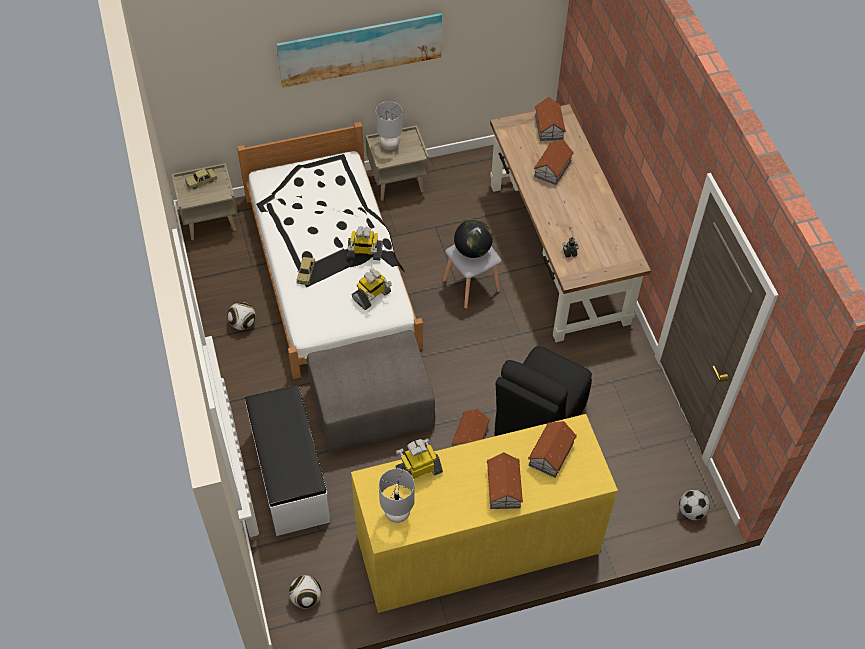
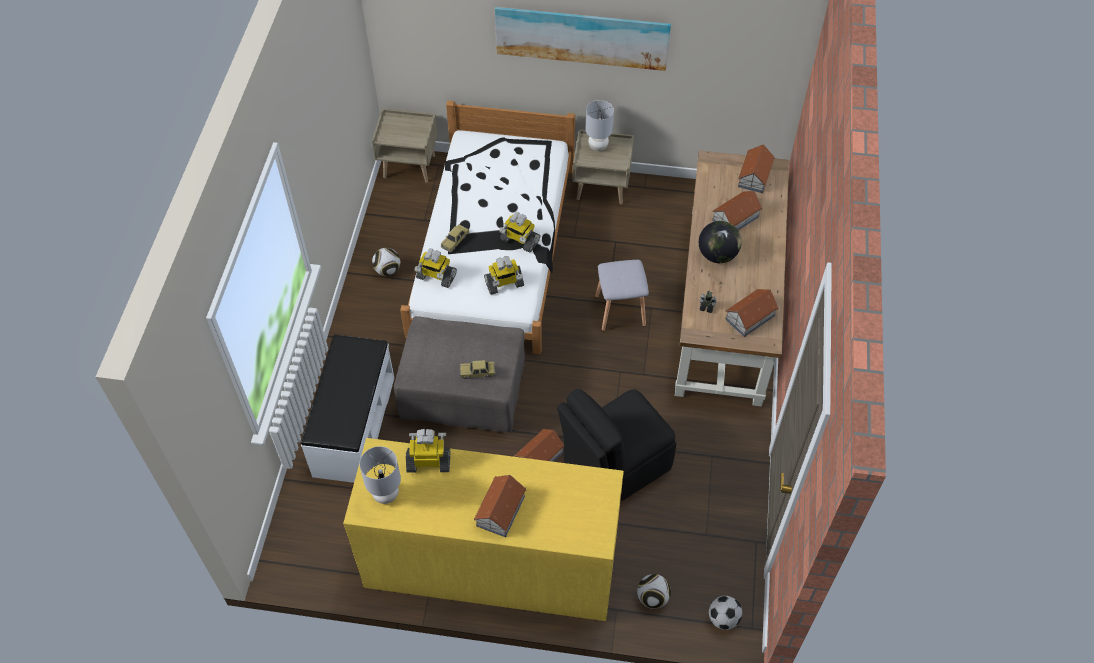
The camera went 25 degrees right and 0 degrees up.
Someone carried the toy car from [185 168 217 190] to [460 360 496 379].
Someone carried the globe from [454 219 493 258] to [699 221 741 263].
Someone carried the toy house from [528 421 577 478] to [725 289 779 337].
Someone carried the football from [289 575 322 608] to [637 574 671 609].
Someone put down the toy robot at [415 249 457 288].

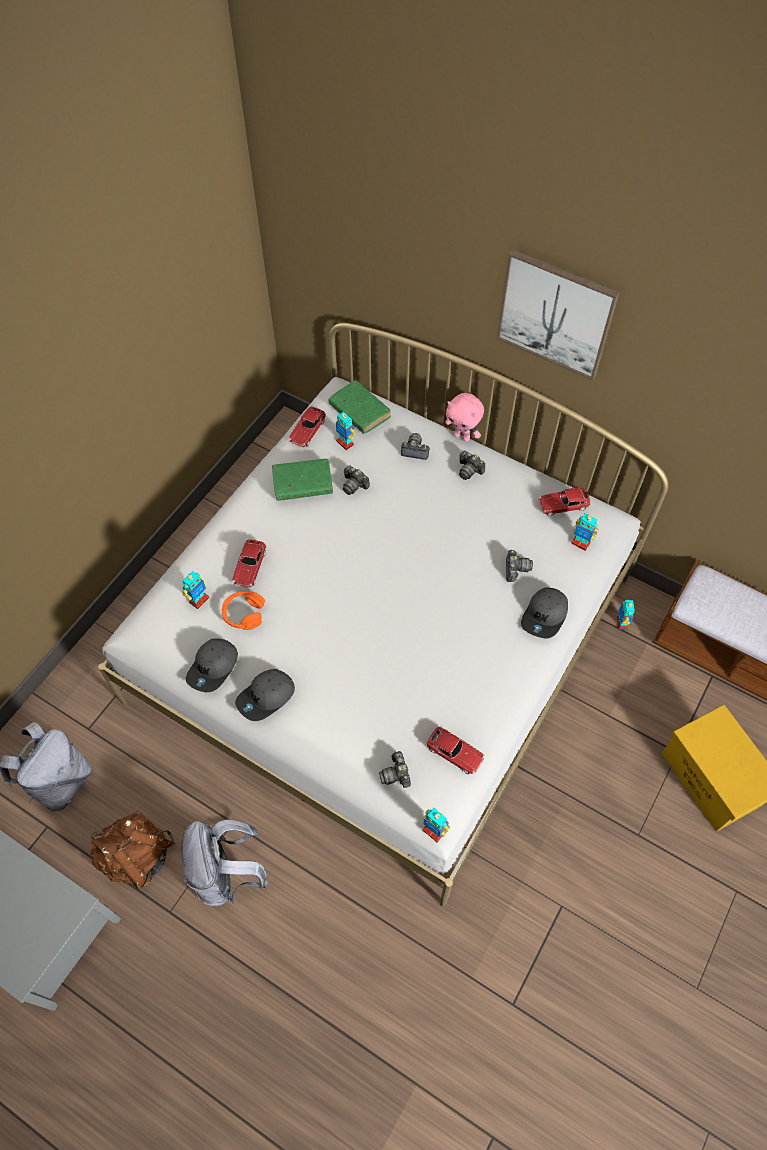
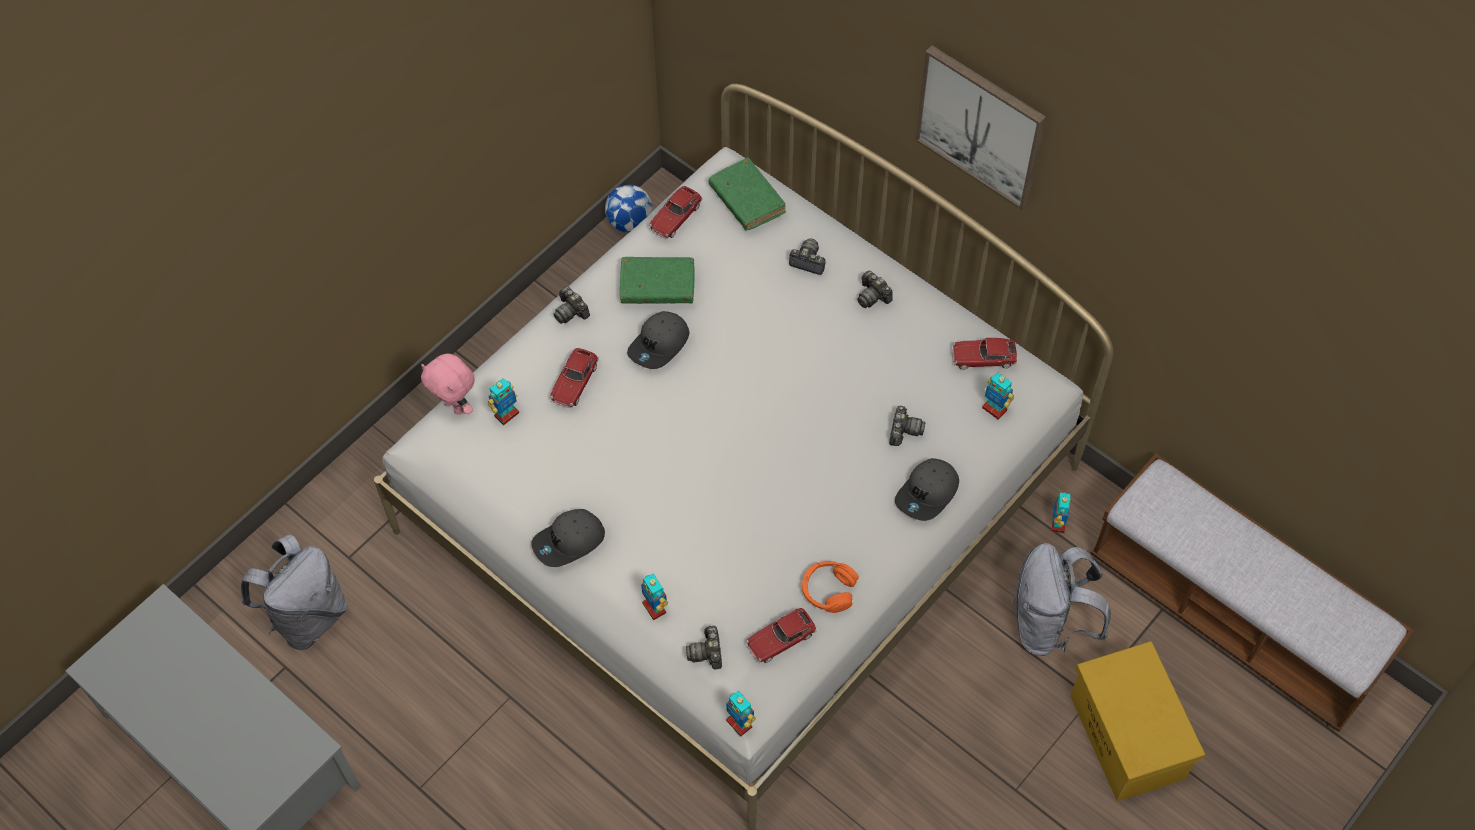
The camera went 10 degrees right and 0 degrees up.
Someone carried the pink plush toy from [445 393 484 442] to [421 354 475 415].
Someone carried the toy robot from [336 412 356 450] to [641 573 668 620].
Someone carried the photo camera from [343 465 370 495] to [554 286 590 324].
Someone carried the orange headphones from [222 591 265 630] to [802 561 859 613].
Someone carried the grey cap from [186 638 238 692] to [627 311 690 369].
Someone rotated the toy car at [425 727 485 775] by 105 degrees clockwise.
Someone took away the brown backpack at [90 812 175 891].
Someone carried the grey backpack from [181 820 268 906] to [1012 543 1111 656].
Someone put down the football at [605 185 653 233].

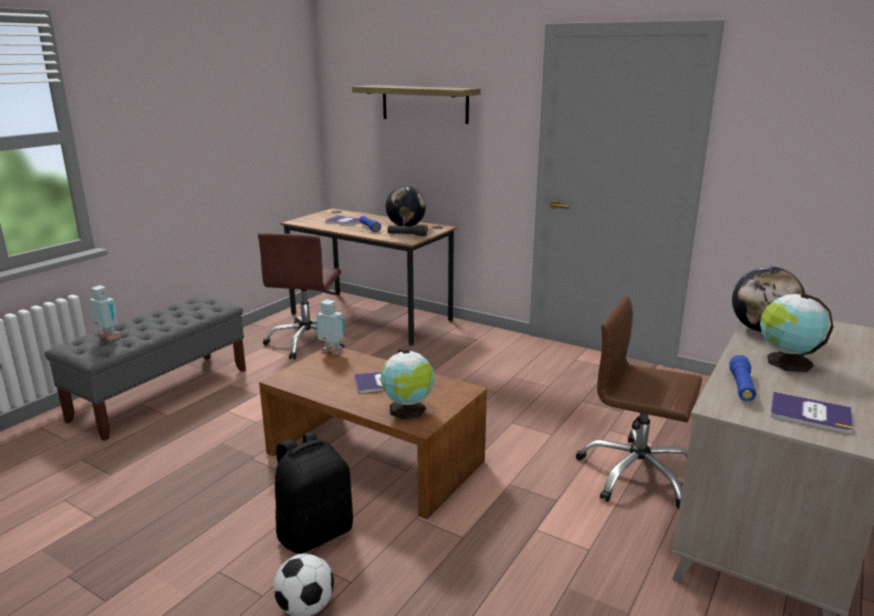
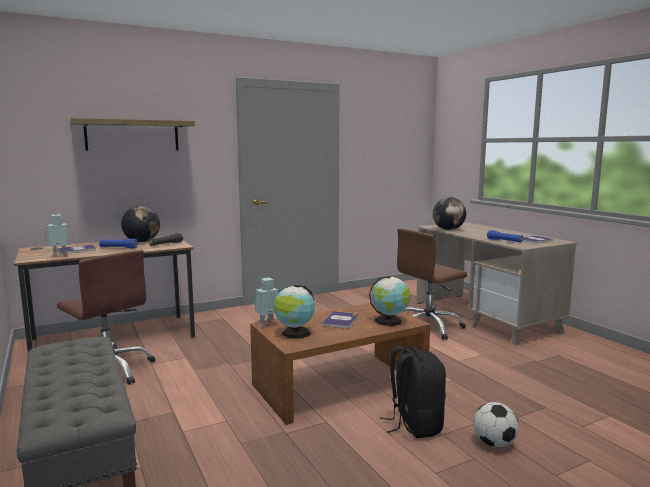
The camera went 60 degrees left and 10 degrees down.
Someone carried the toy robot from [89 285 121 340] to [45 214 72 257].
Someone carried the globe from [760 293 834 372] to [274 285 315 338].

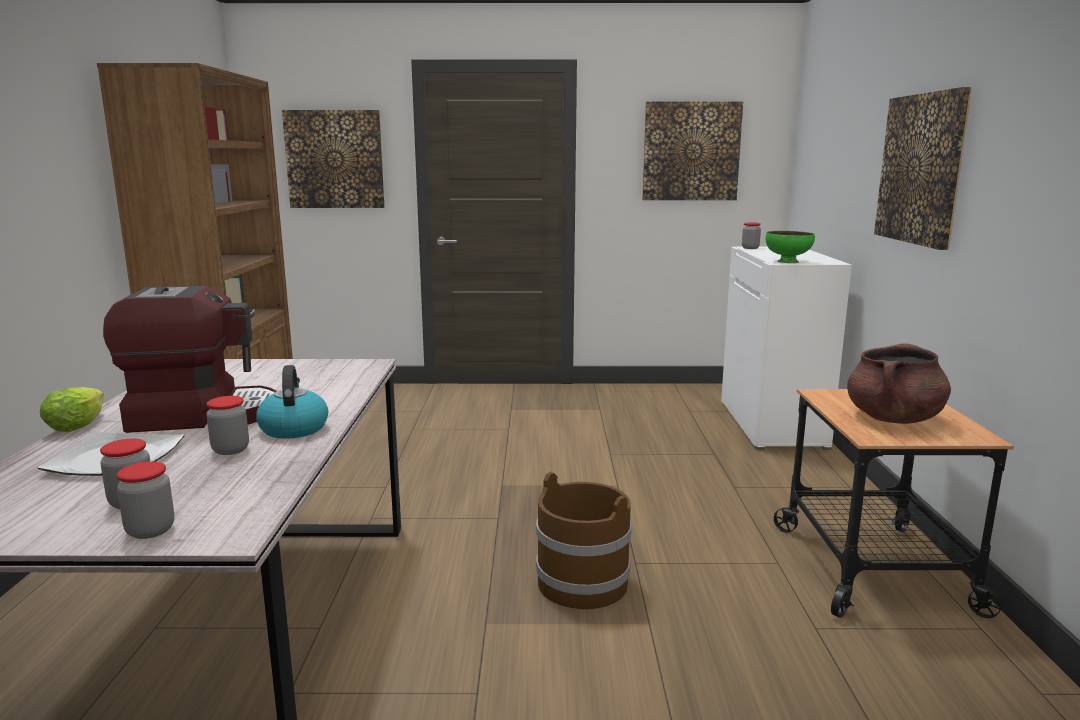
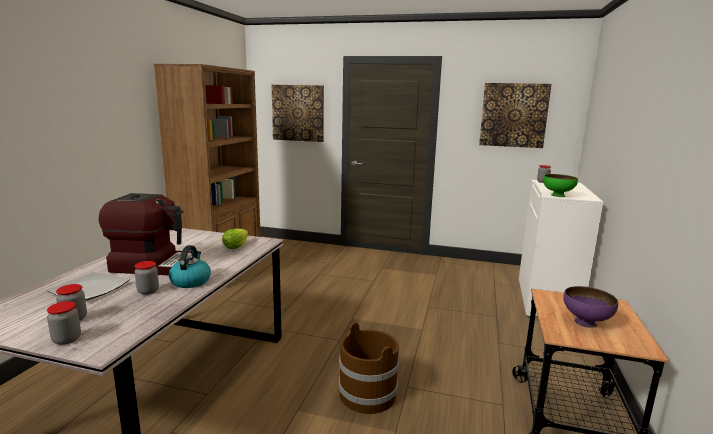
The camera went 15 degrees right and 0 degrees up.
Someone took away the picture at [874 87 972 250].
Someone swapped the brown cooking pot at [847 343 951 424] for the purple bowl at [563 286 618 328].
Someone carried the lettuce from [40 387 104 432] to [222 229 248 249].

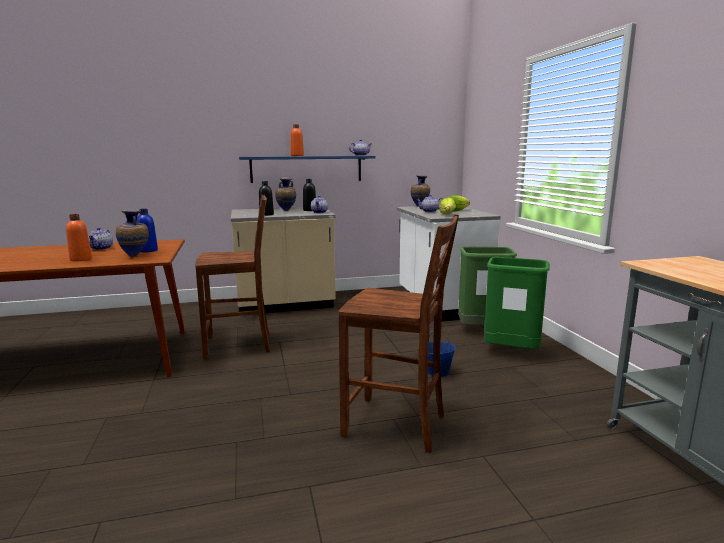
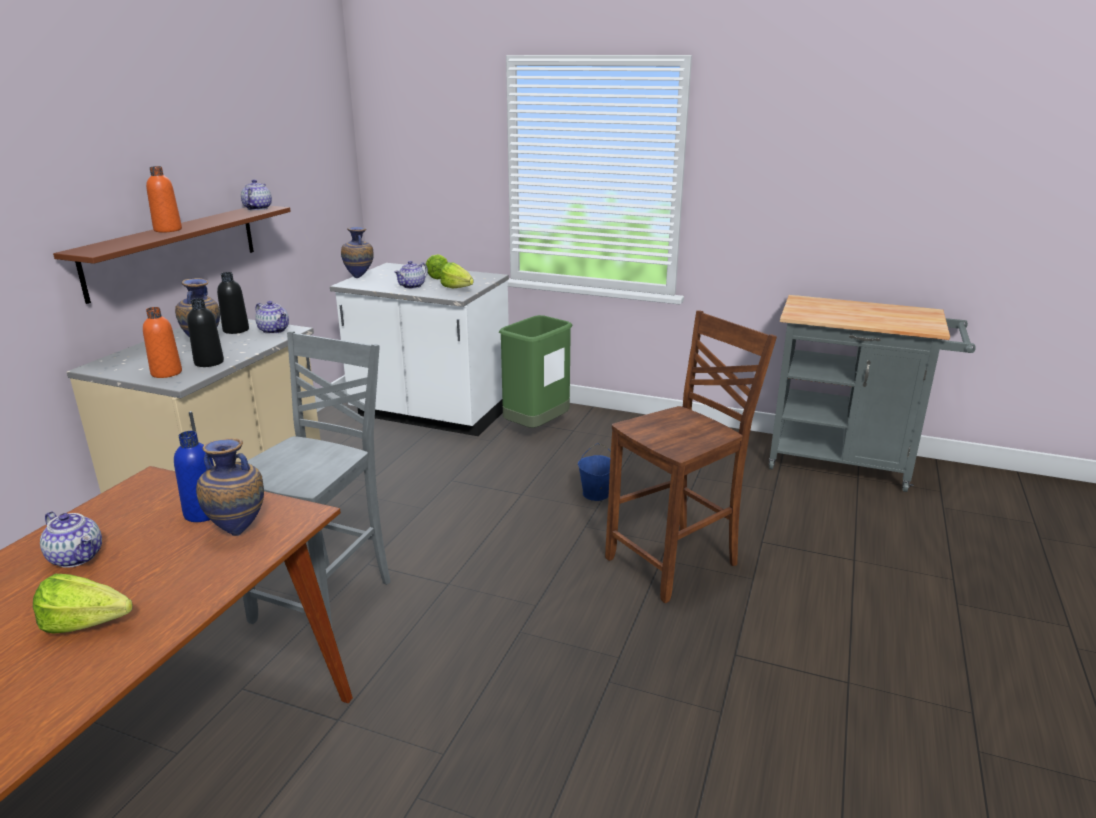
The camera went 55 degrees left and 10 degrees up.
Someone repainted the blue shelf at [239 156 375 183], which became the brown shelf at [53 206 291 304].
Someone repainted the brown chair at [195 194 270 359], which became the grey chair at [243 331 391 631].
Someone carried the orange bottle from [66 214 92 262] to [143 307 182 378].
Someone took away the green trash can at [484 257 550 349].
Someone put down the lettuce at [33 574 133 634].

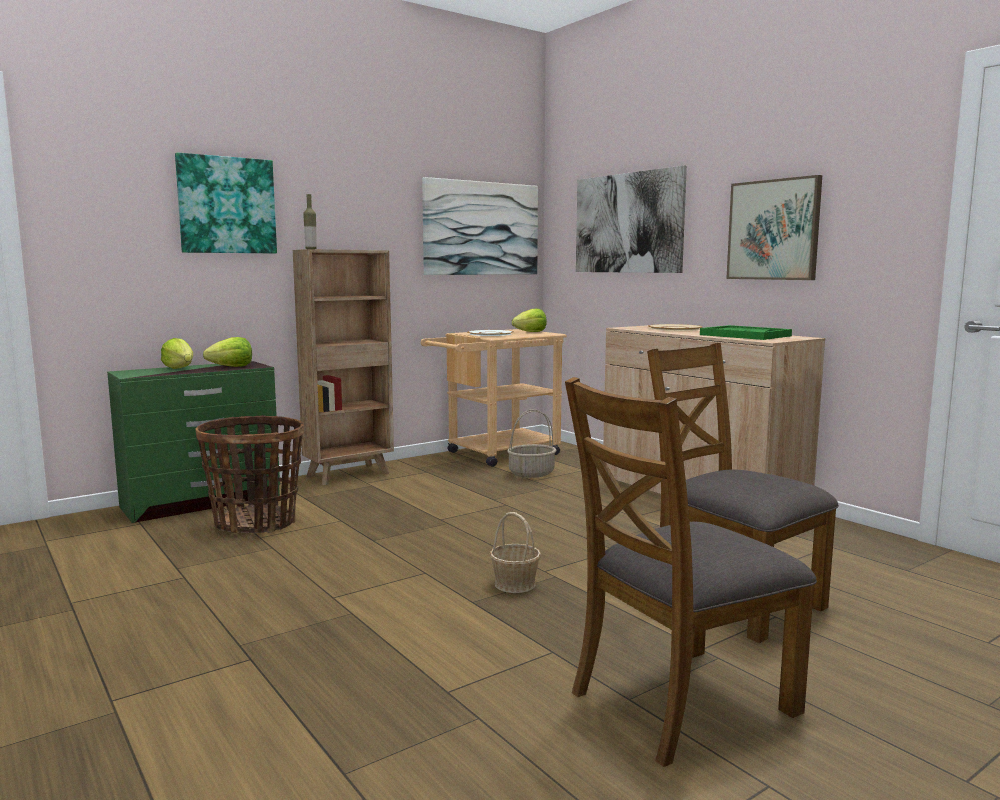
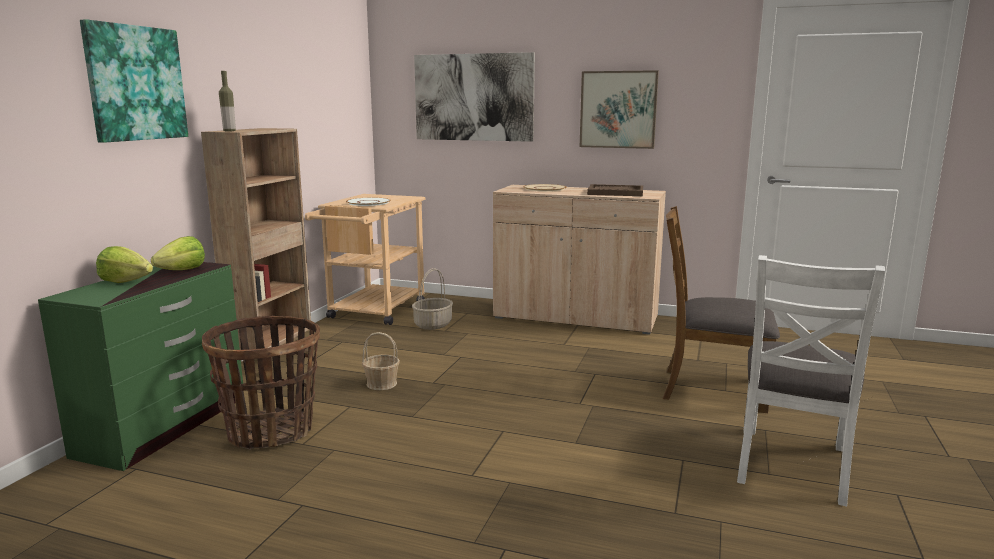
The camera went 35 degrees left and 5 degrees up.
Someone took away the picture at [422 177 538 275].
Someone took away the lettuce at [512 309 547 332].
Someone repainted the green tray at [700 325 792 340], which became the brown tray at [587 184 643 196].
Someone repainted the brown chair at [565 377 817 767], which became the white chair at [737 255 885 507].
Someone carried the basket from [490 512 541 593] to [362 332 400 390].

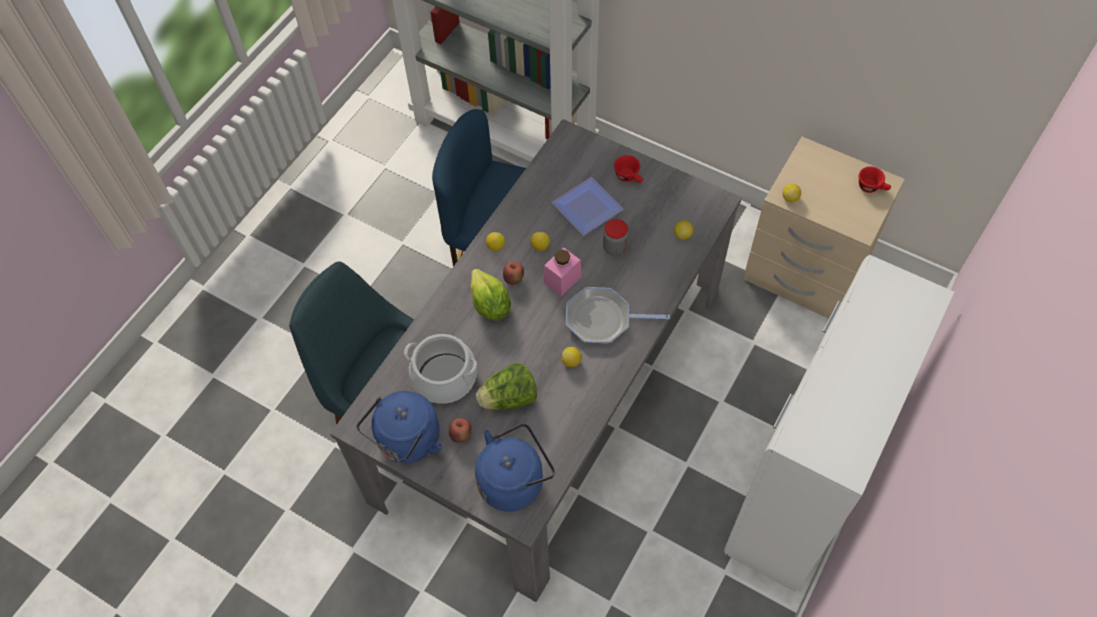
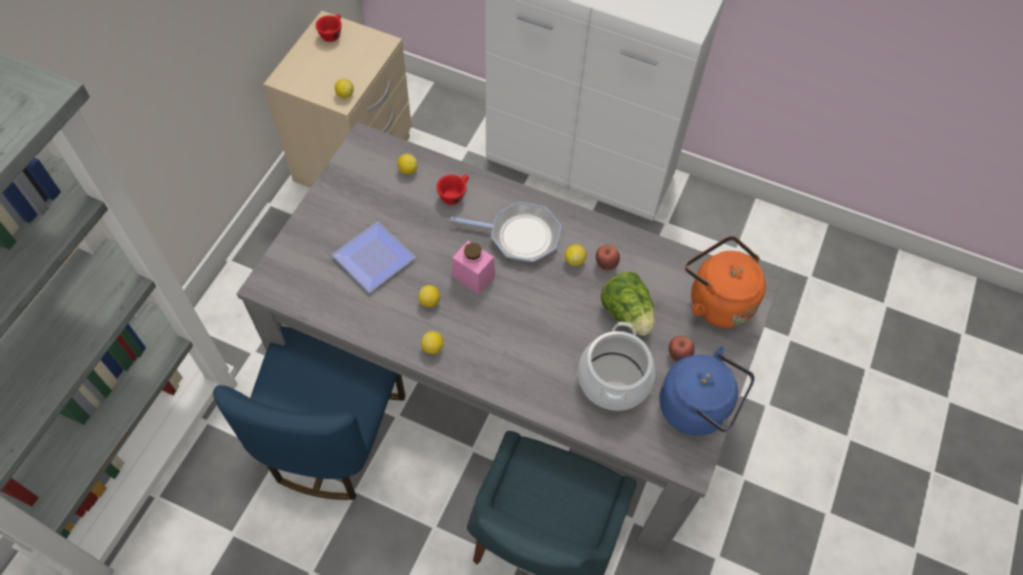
The camera went 100 degrees left and 0 degrees up.
Someone carried the red cup from [614 155 643 183] to [436 174 469 205].
Someone took away the jar at [603 219 628 256].
Someone carried the apple from [503 262 524 285] to [596 245 620 270].
Someone took away the lettuce at [471 269 511 320].
Someone rotated the frying pan at [566 287 670 343] by 75 degrees counterclockwise.
Someone repainted the blue kettle at [475 423 555 512], which became the orange kettle at [685 236 766 328].

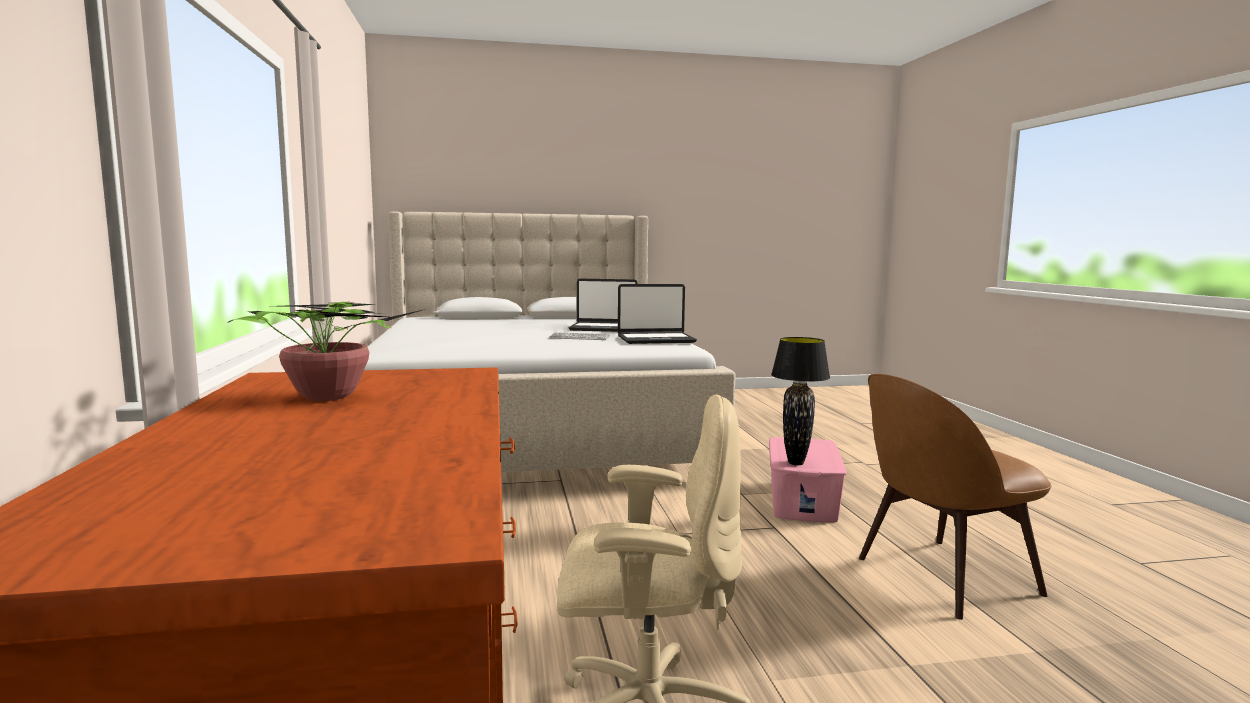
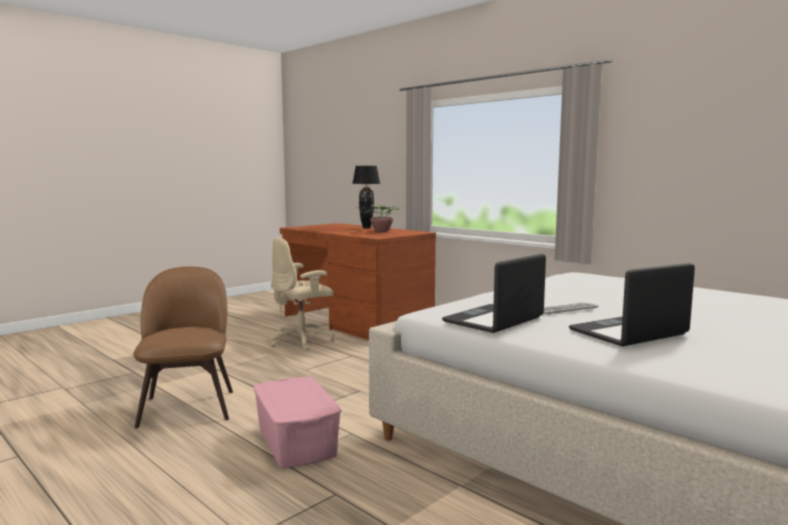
The camera went 145 degrees right and 0 degrees up.
Someone carried the black table lamp from [771 337 830 465] to [352 166 380 229].
Someone rotated the brown chair at [859 374 1051 620] by 45 degrees counterclockwise.

